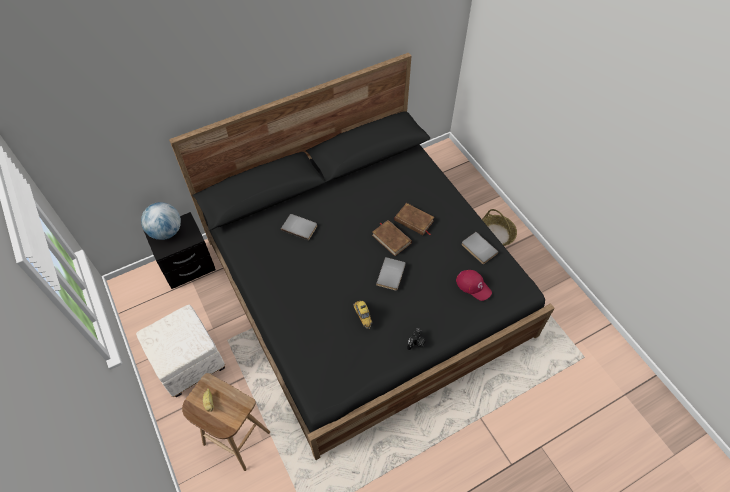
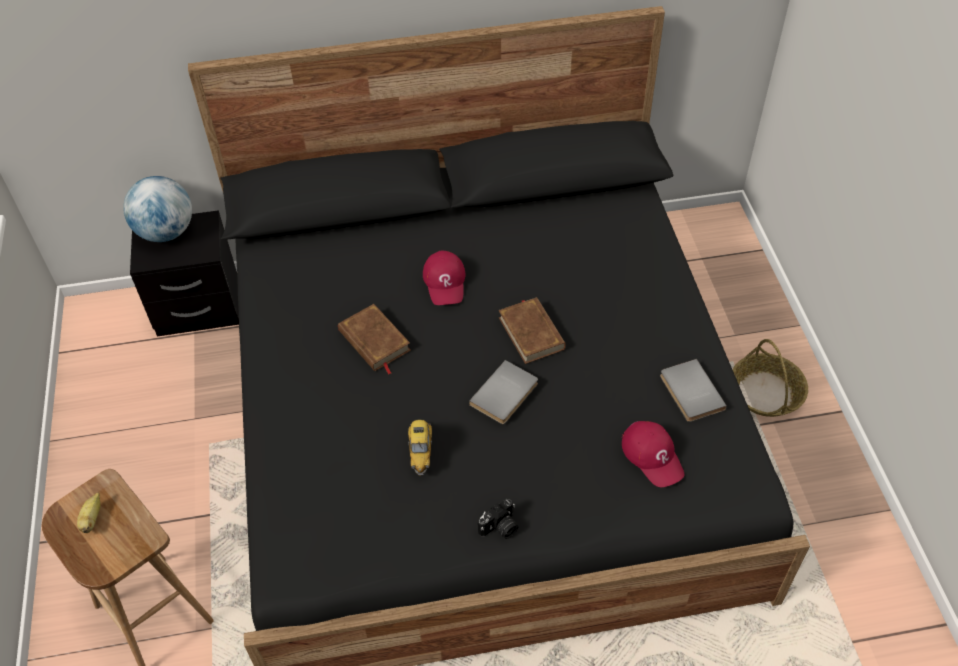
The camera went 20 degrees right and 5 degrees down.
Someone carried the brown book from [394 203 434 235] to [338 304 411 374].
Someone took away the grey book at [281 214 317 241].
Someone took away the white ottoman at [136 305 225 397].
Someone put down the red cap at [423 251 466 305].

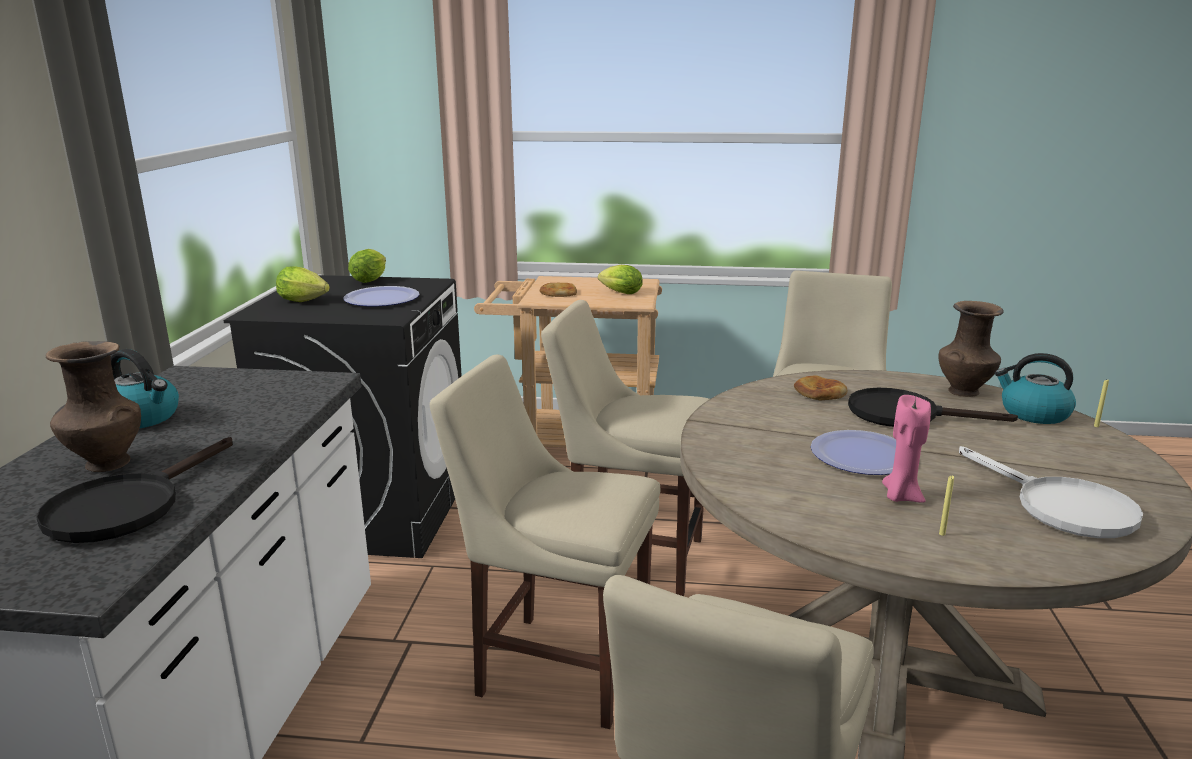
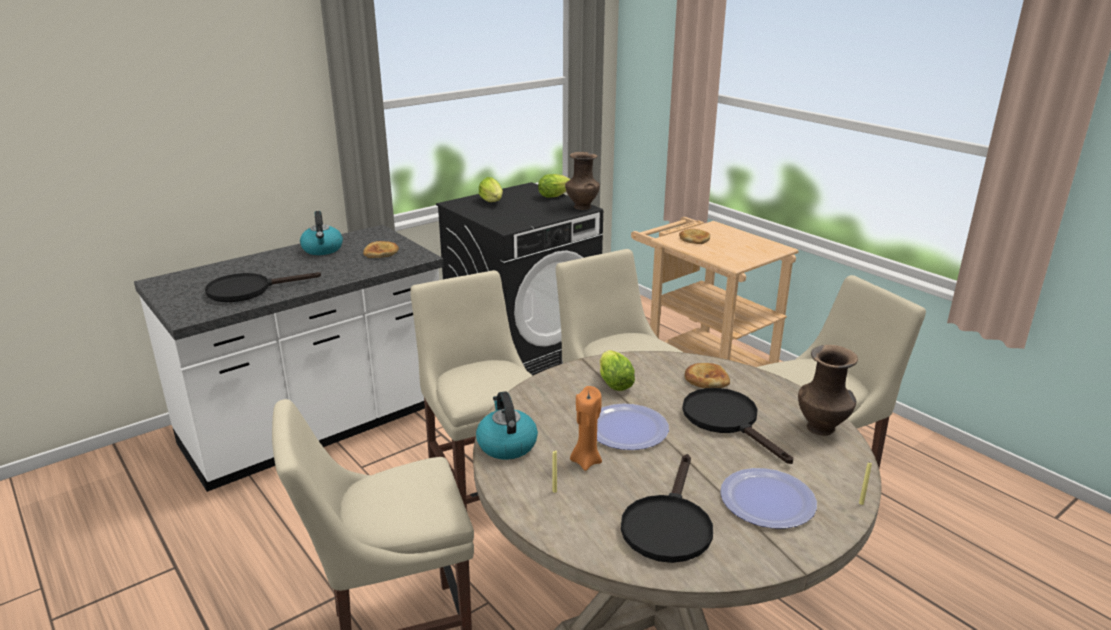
The camera went 45 degrees right and 5 degrees up.
Someone carried the lettuce from [598 265 643 294] to [600 350 635 391].
Someone carried the plate from [343 286 419 306] to [720 468 817 529].
Someone carried the brown vase from [45 341 141 472] to [565 152 600 210].
Someone carried the kettle from [995 353 1076 424] to [476 391 538 460].
Someone repainted the pink candle at [882 395 931 503], which became the orange candle at [570 386 602 471].
Someone repainted the white frying pan at [959 446 1143 538], which became the black frying pan at [621 454 713 563].
Someone put down the bread at [363 241 399 258].

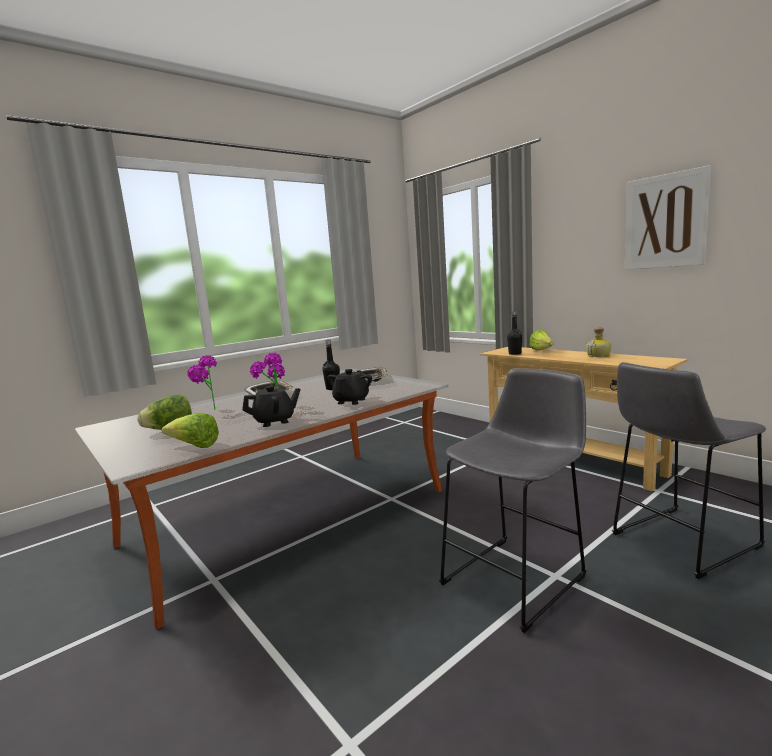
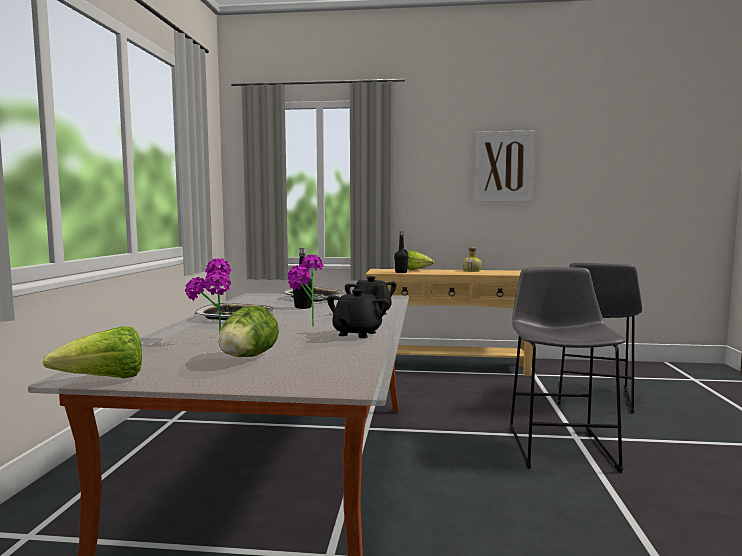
The camera went 45 degrees left and 5 degrees down.
Someone carried the lettuce from [161 413 219 448] to [42 326 142 378].

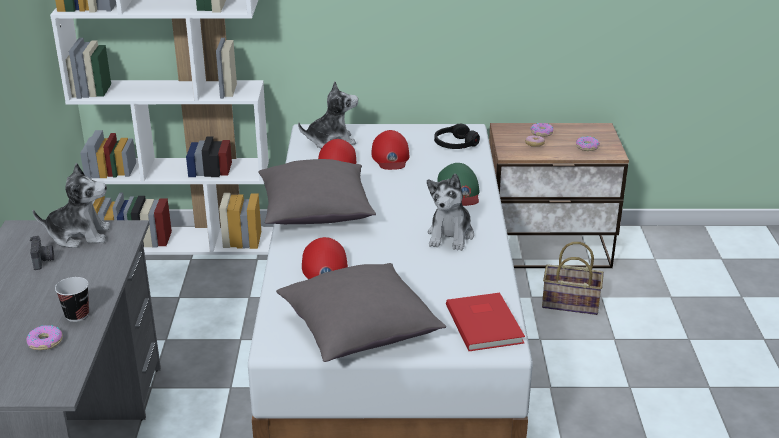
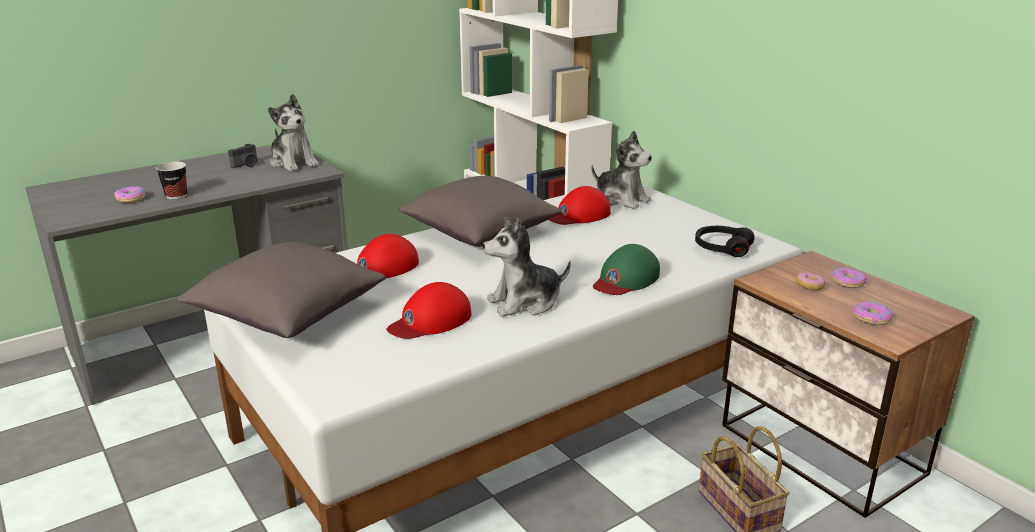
The camera went 55 degrees right and 5 degrees down.
Someone carried the red cap from [371 130 409 170] to [386 282 472 339].
Someone took away the red book at [446 293 525 351].

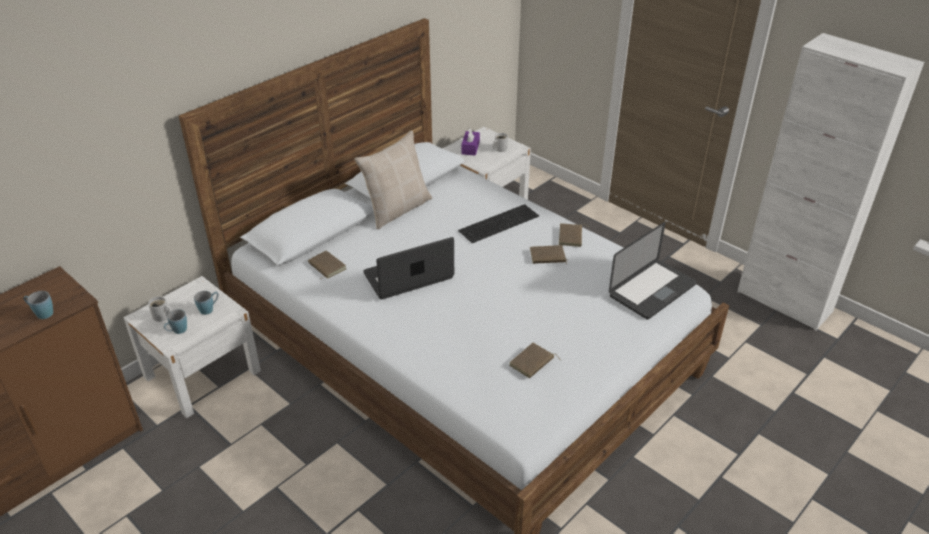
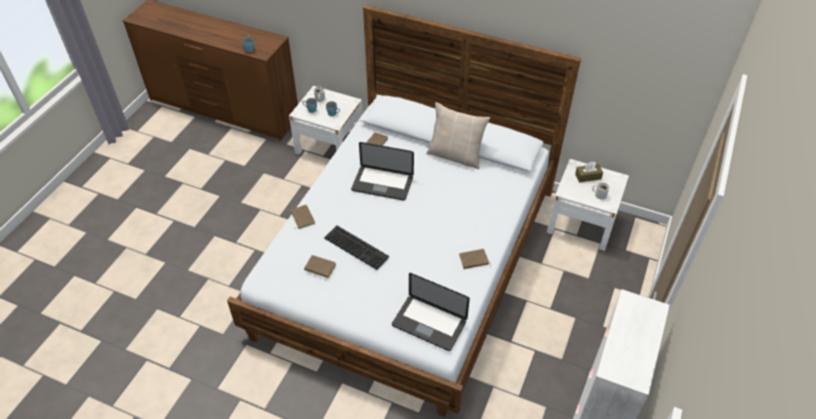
The camera went 70 degrees right and 10 degrees up.
Someone repainted the purple tissue box at [462 128 480 155], which became the brown tissue box at [575 162 603 183].
Someone carried the keyboard from [458 204 539 243] to [324 226 390 270].
Someone rotated the laptop at [363 237 454 299] by 150 degrees clockwise.
Someone carried the brown book from [530 245 568 265] to [291 205 315 229].

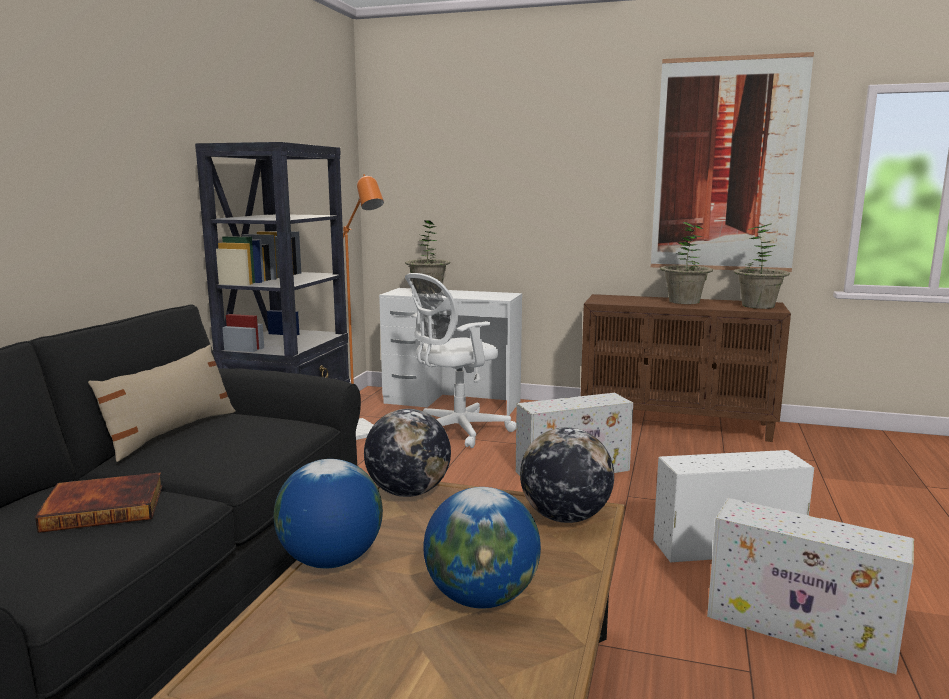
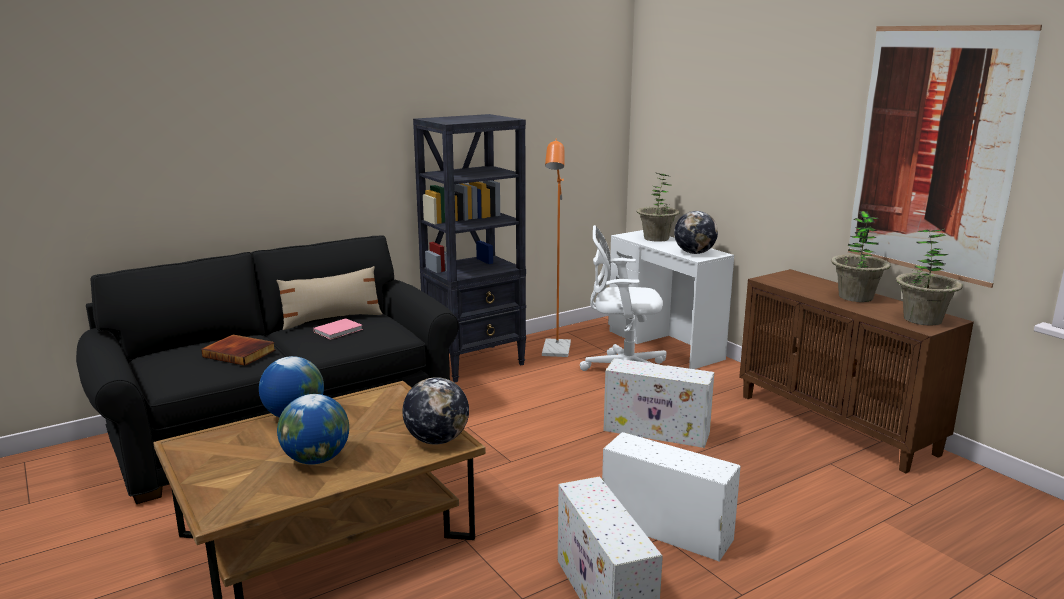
The camera went 40 degrees right and 5 degrees up.
Someone carried the globe from [364 409 451 497] to [674 211 718 254].
Someone put down the pink book at [313 318 363 340].

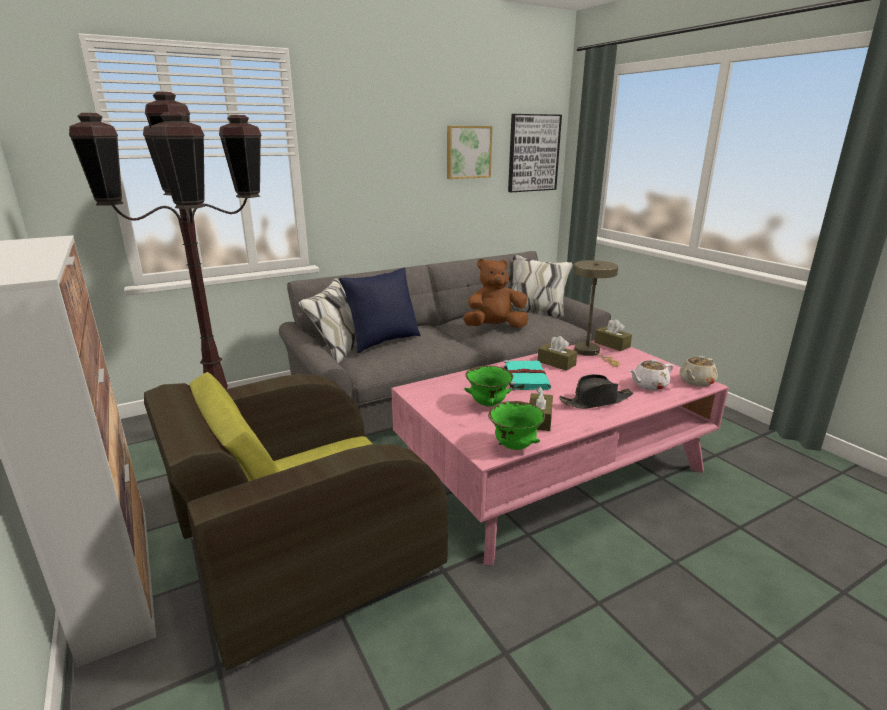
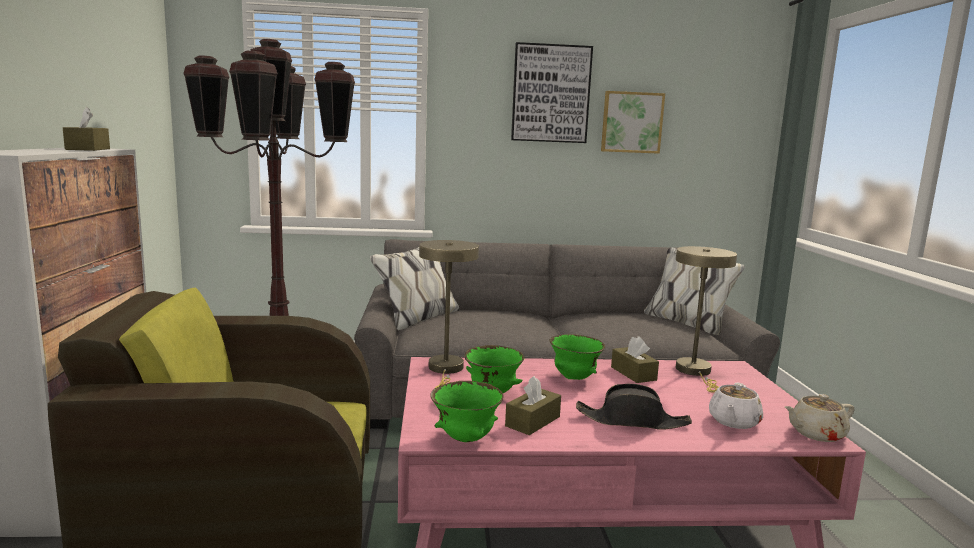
The camera went 25 degrees right and 10 degrees down.
Someone carried the picture from [508 114 562 192] to [511 42 593 143].
Someone took away the brown plush toy at [463 259 529 328].
Someone took away the blue pillow at [339 268 421 353].
Someone carried the brown tissue box from [594 319 632 351] to [63 107 110 151].
Someone rotated the white teapot at [629 359 673 390] by 60 degrees counterclockwise.
Someone swapped the turquoise book at [504 360 551 391] for the green bowl at [549 334 605 380].
Someone put down the beige table lamp at [419 240 479 388].

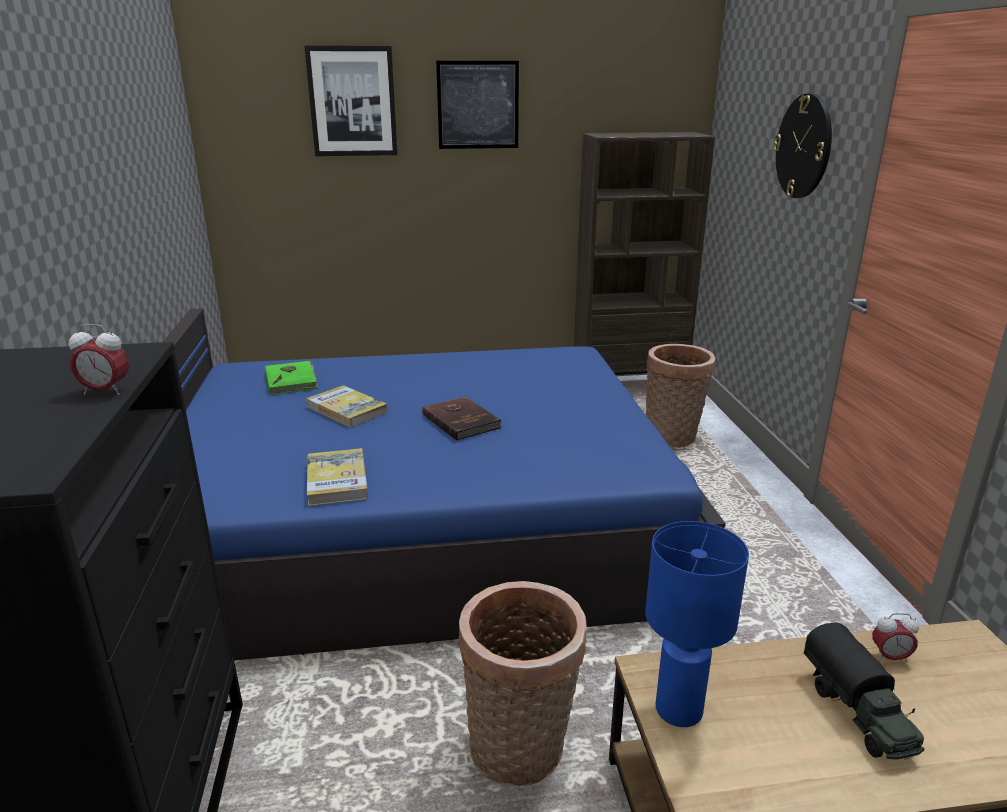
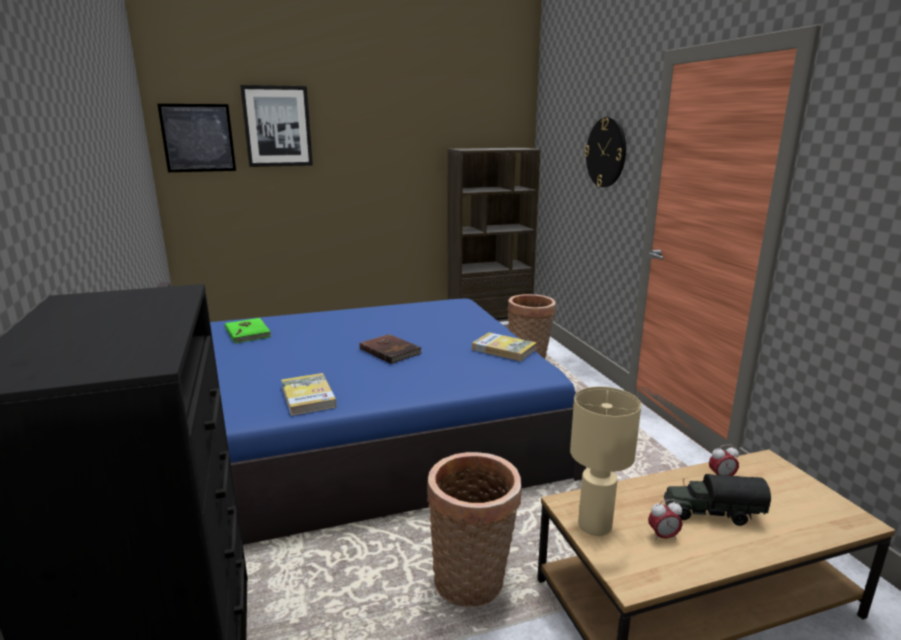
The camera went 10 degrees left and 5 degrees down.
Someone carried the picture from [436 61 519 149] to [157 104 236 172].
Someone carried the alarm clock from [69 324 129 395] to [648 499 683 541].
Someone carried the book from [306 385 388 428] to [472 332 537 361].
Someone repainted the blue table lamp at [645 521 749 727], which became the beige table lamp at [570 386 641 536].
Someone rotated the toy truck at [804 622 925 760] by 120 degrees clockwise.

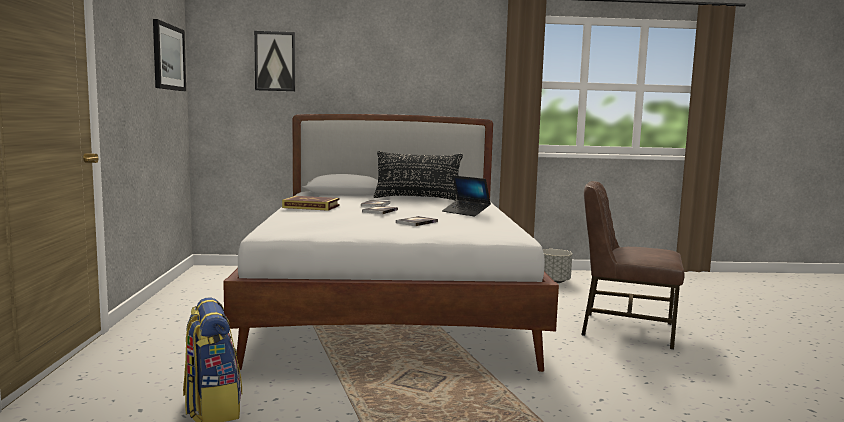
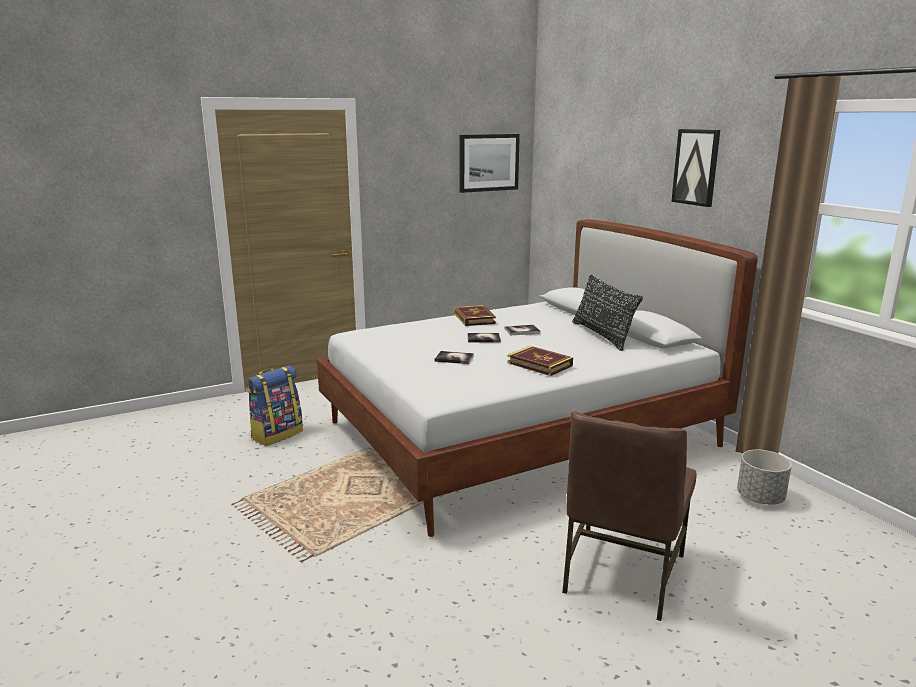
The camera went 65 degrees right and 10 degrees up.
Someone carried the picture from [254 31 295 92] to [671 129 720 207].
Someone swapped the laptop at [442 175 491 216] for the book at [507 346 573 376].
Someone rotated the brown chair at [581 181 684 349] by 150 degrees counterclockwise.

